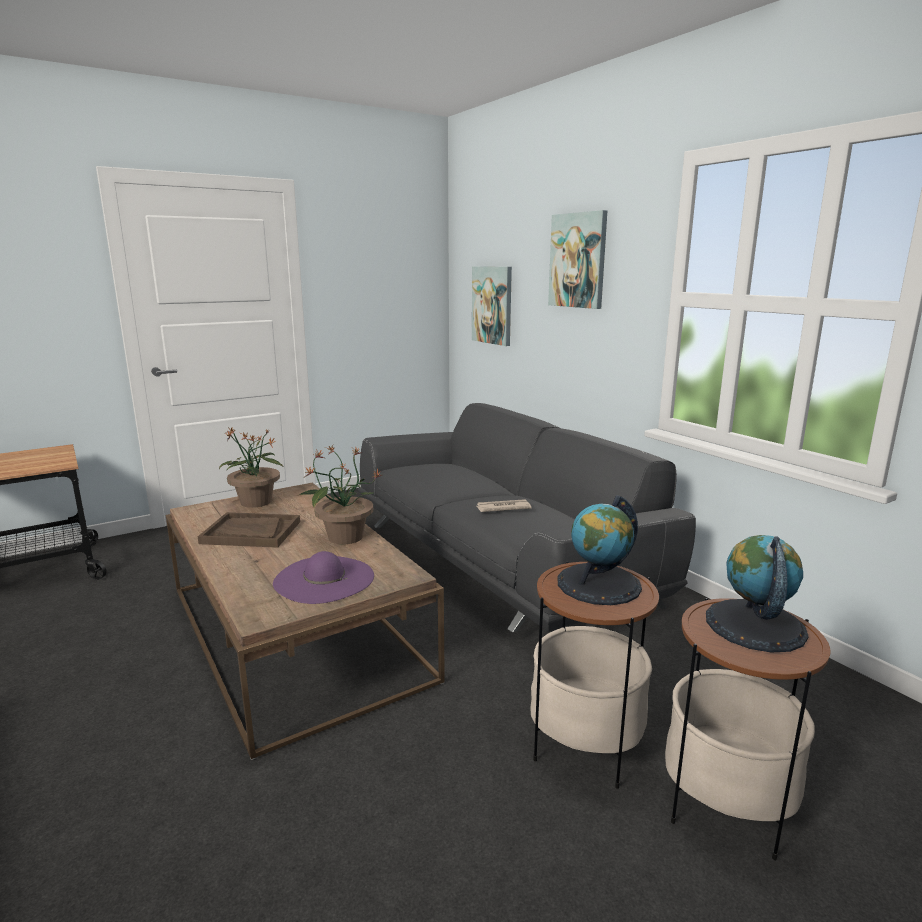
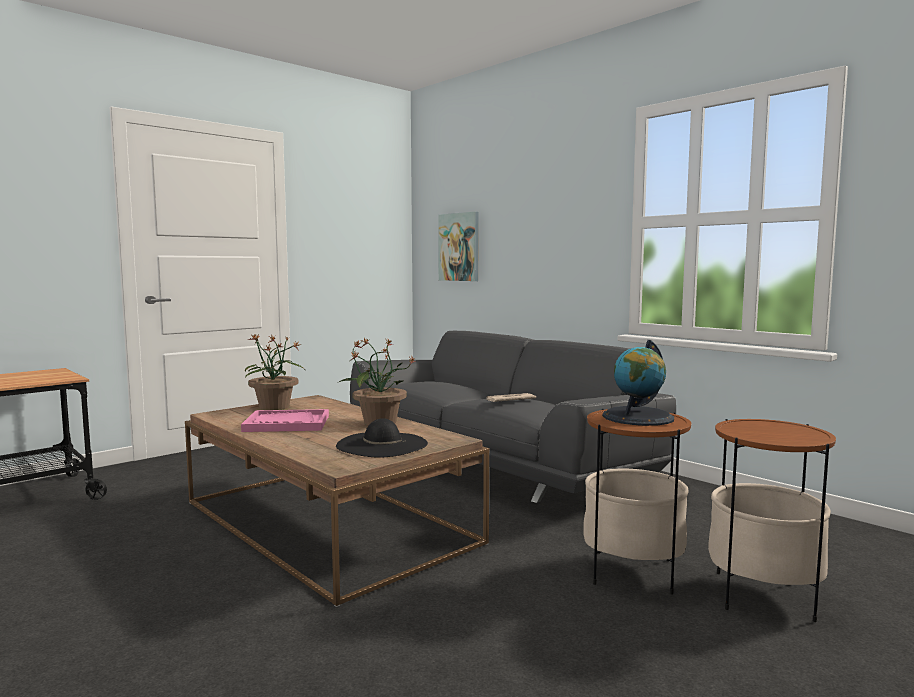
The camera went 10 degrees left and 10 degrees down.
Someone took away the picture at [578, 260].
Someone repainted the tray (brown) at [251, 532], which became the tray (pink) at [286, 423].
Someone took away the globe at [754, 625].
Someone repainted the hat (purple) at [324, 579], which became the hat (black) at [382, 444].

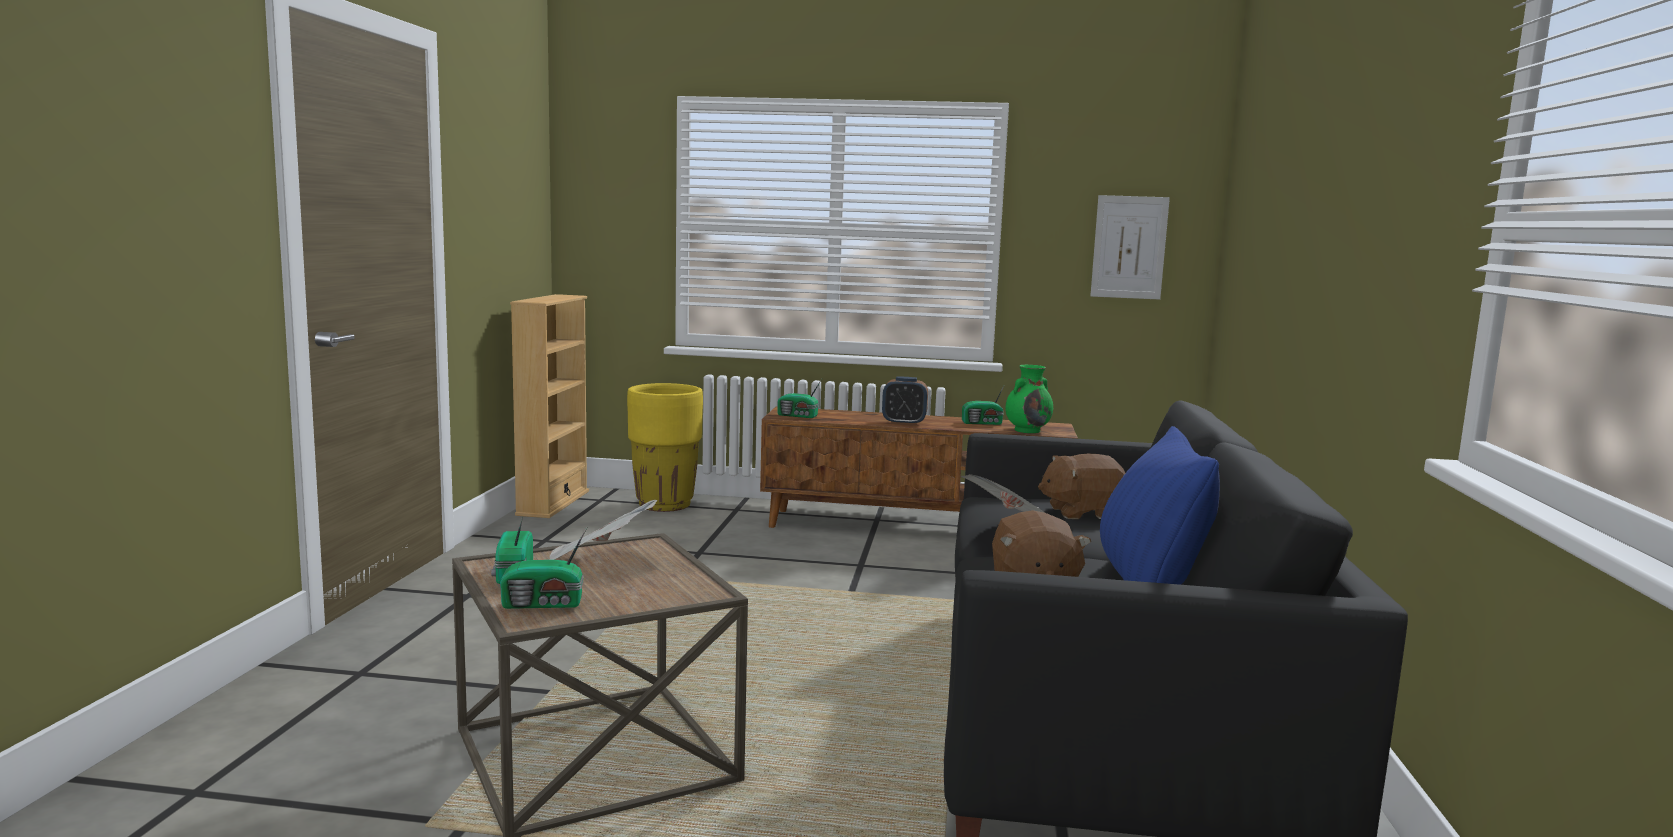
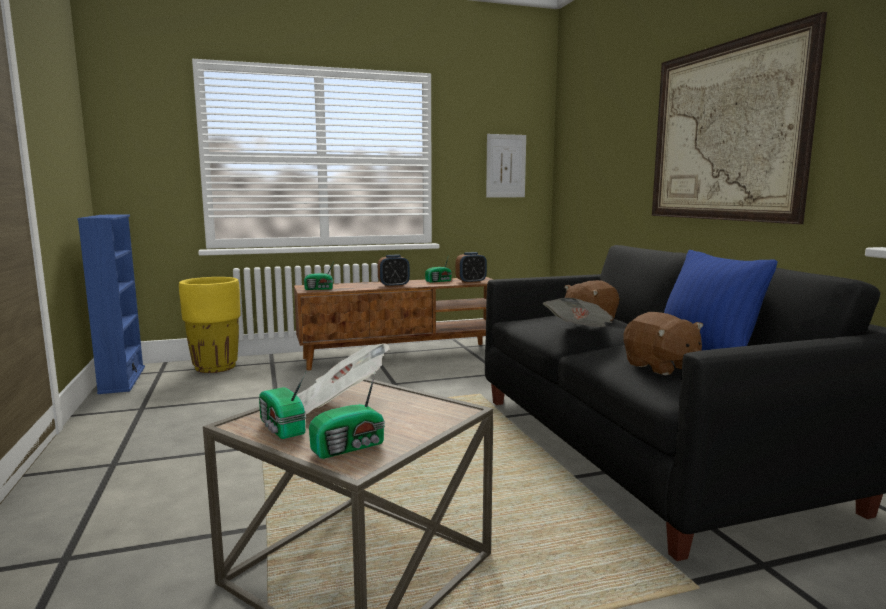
The camera went 25 degrees left and 0 degrees up.
Someone repainted the bookcase (beige) at [553, 503], which became the bookcase (blue) at [122, 380].
Someone swapped the vase (green) at [1028, 430] for the alarm clock at [471, 282].
Someone put up the picture at [725, 132].

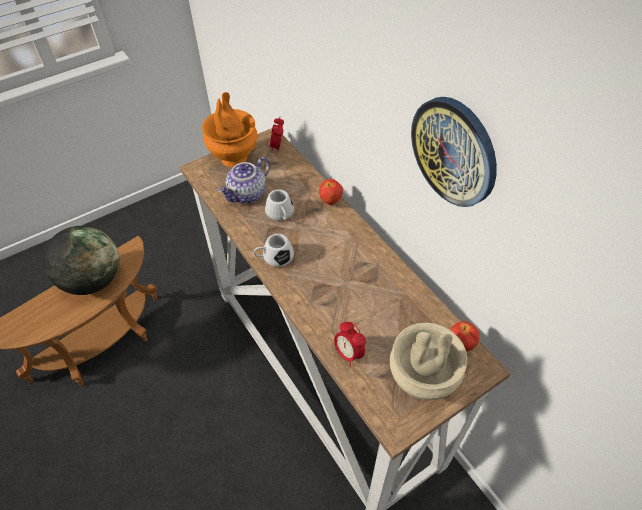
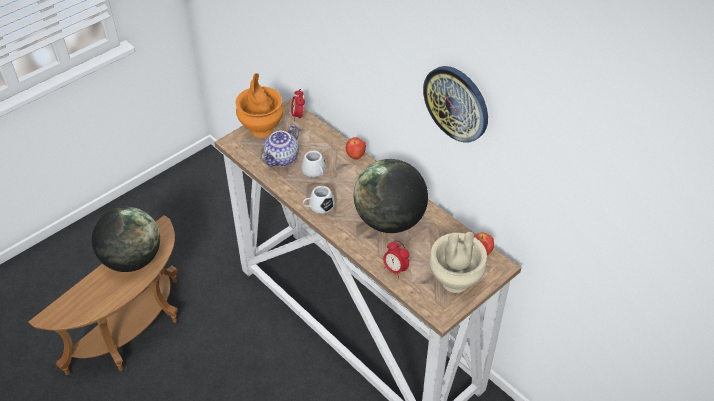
The camera went 10 degrees left and 5 degrees down.
Someone put down the globe at [389, 221].

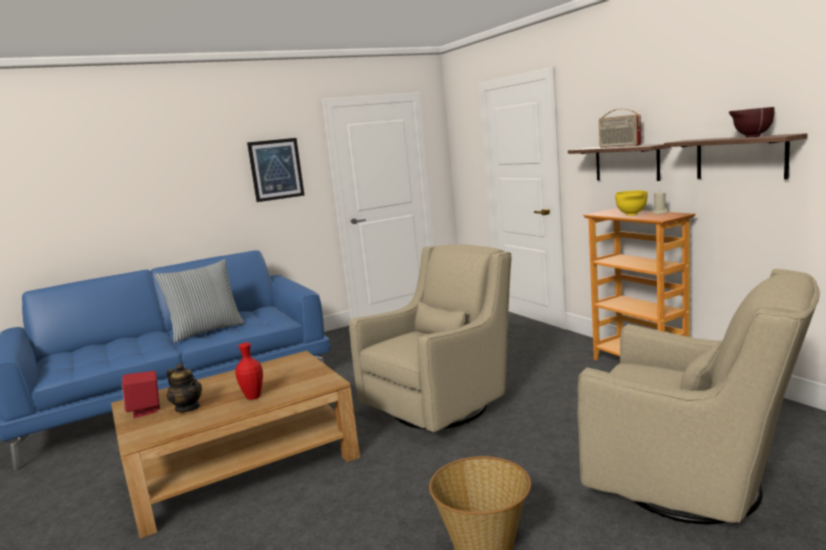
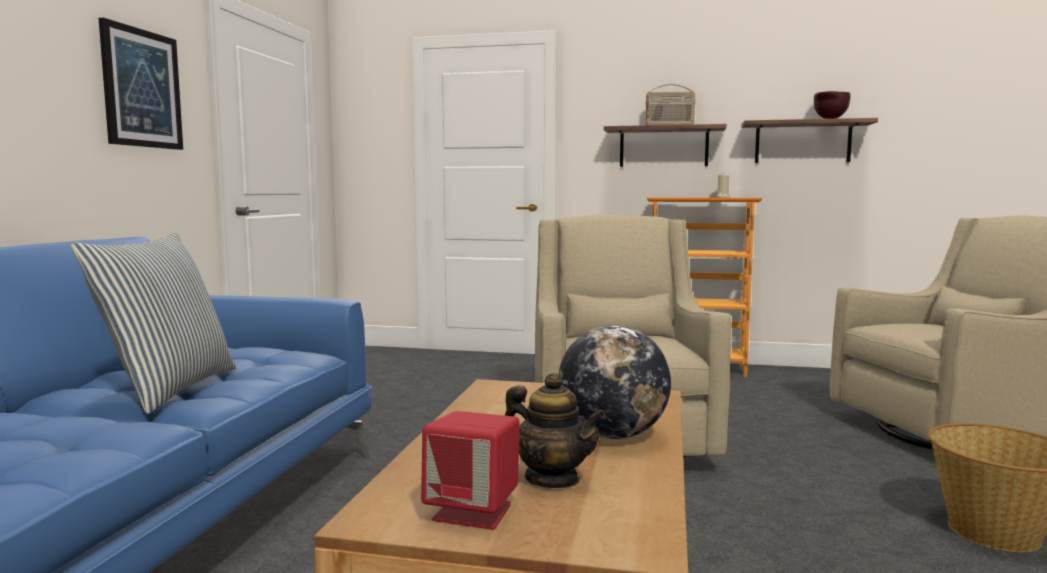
The camera went 50 degrees left and 5 degrees down.
Someone took away the bowl (yellow) at [631, 215].
Someone swapped the vase (red) at [253, 397] for the globe at [612, 435].
Someone rotated the teapot at [188, 408] by 45 degrees clockwise.

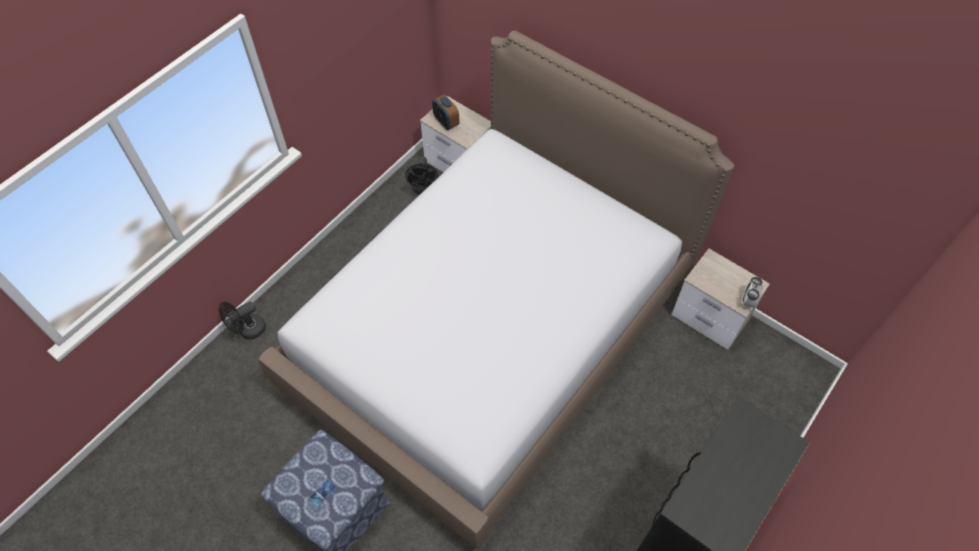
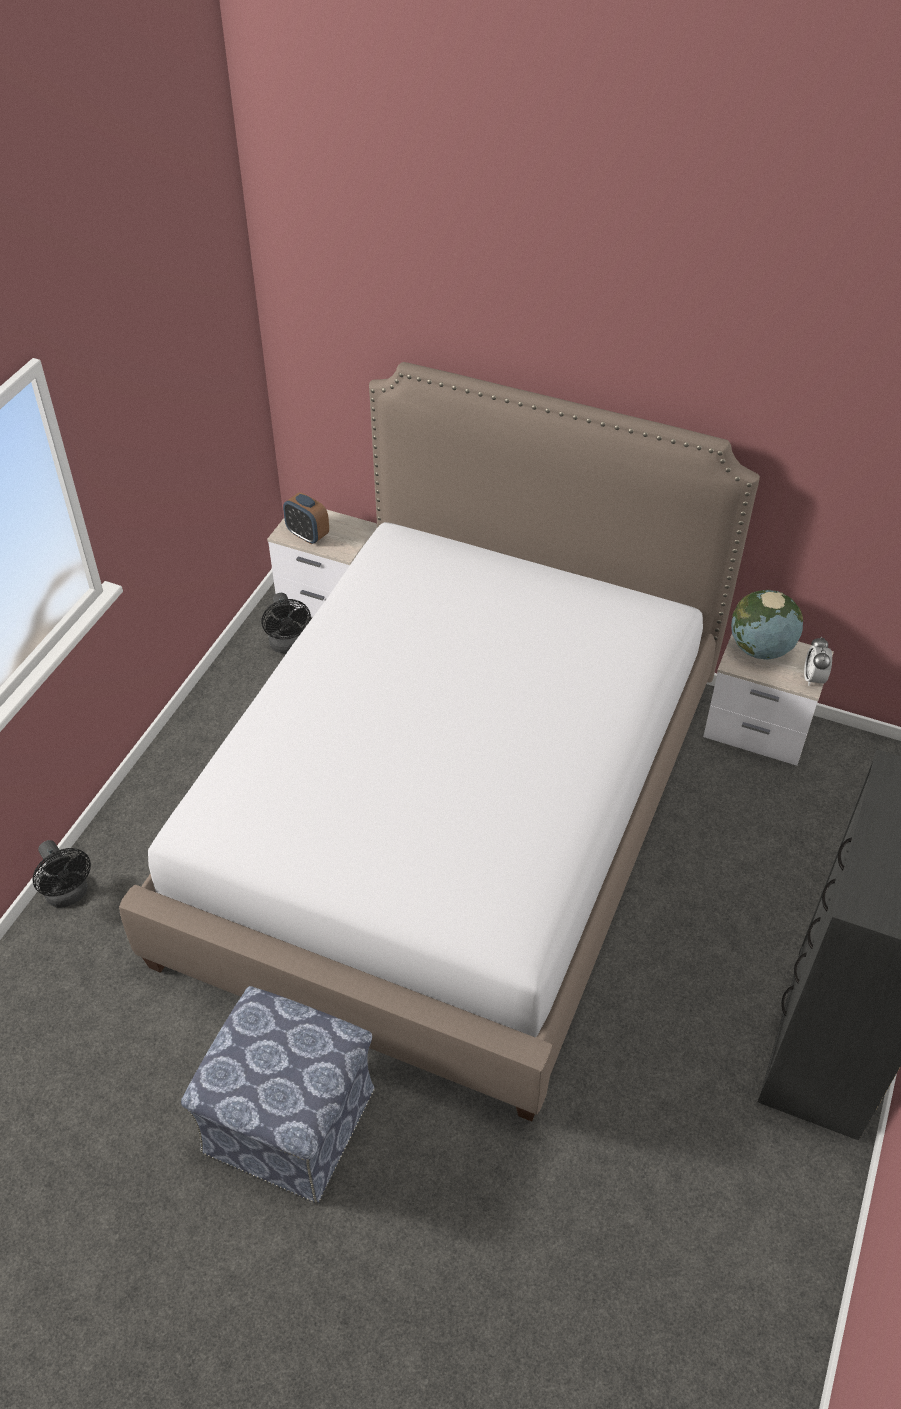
The camera went 15 degrees left and 10 degrees down.
Someone rotated the fan (black) at [248, 330] by 75 degrees counterclockwise.
Someone took away the phone at [322, 493].
Someone put down the globe at [760, 649].

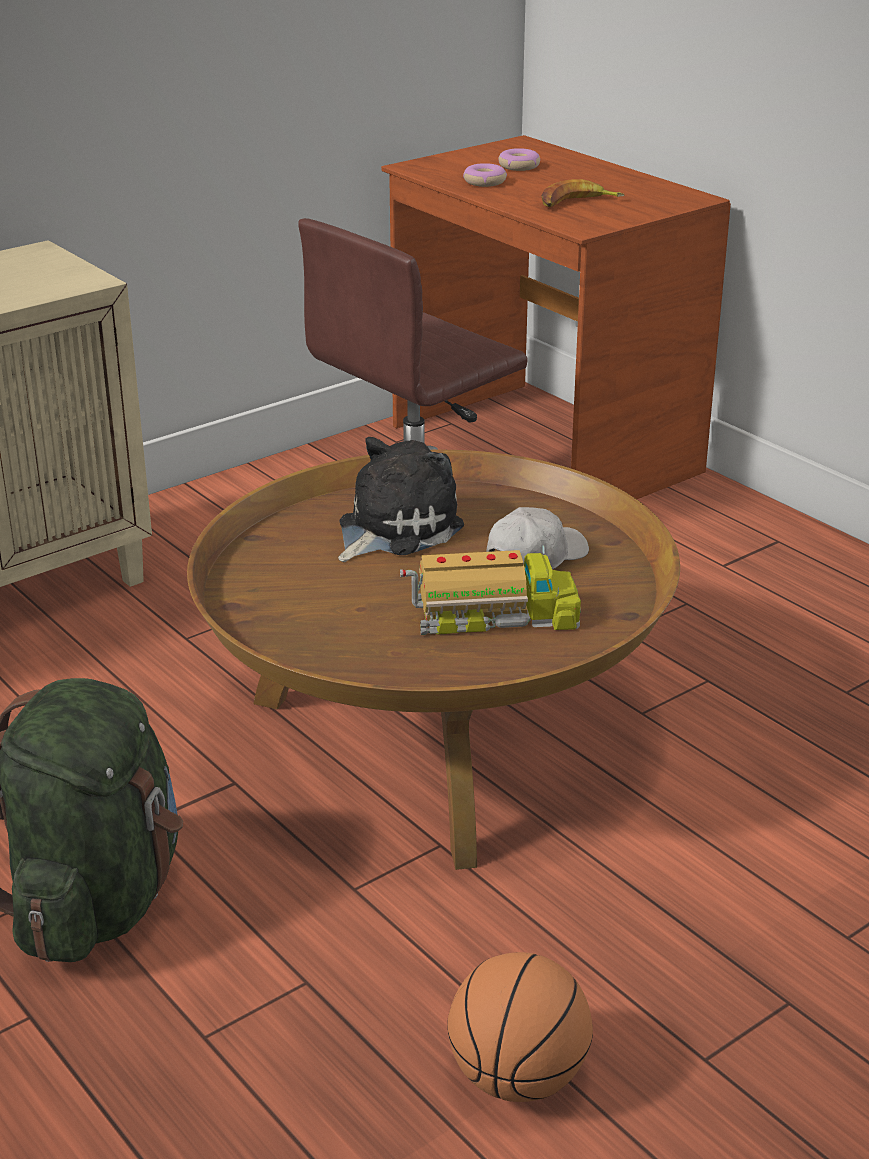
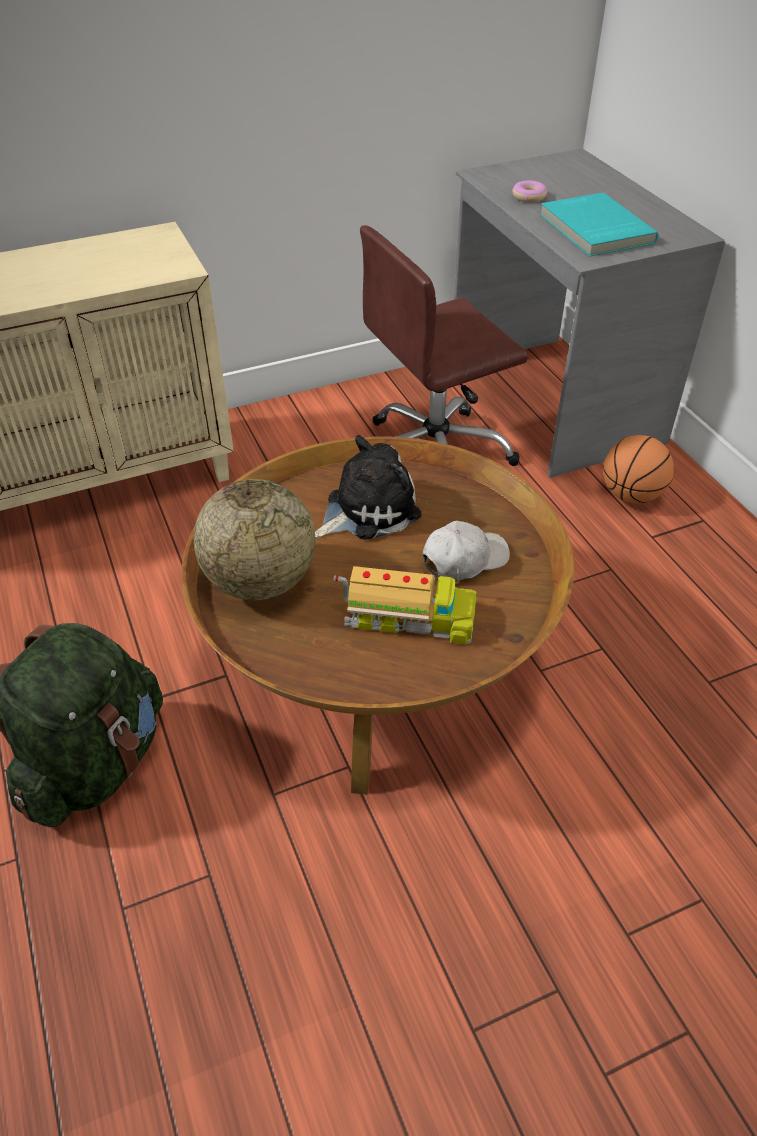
The camera went 15 degrees right and 15 degrees up.
Someone repainted the desk (brown) at [541, 449], which became the desk (grey) at [550, 402].
Someone took away the donut at [518, 166].
Someone swapped the banana at [577, 203] for the book (turquoise) at [594, 229].
Someone carried the basketball from [518, 1077] to [631, 495].
Someone put down the globe at [260, 581].

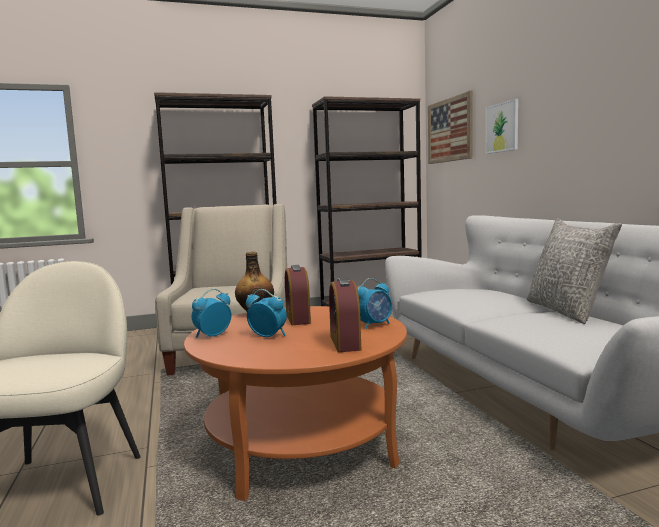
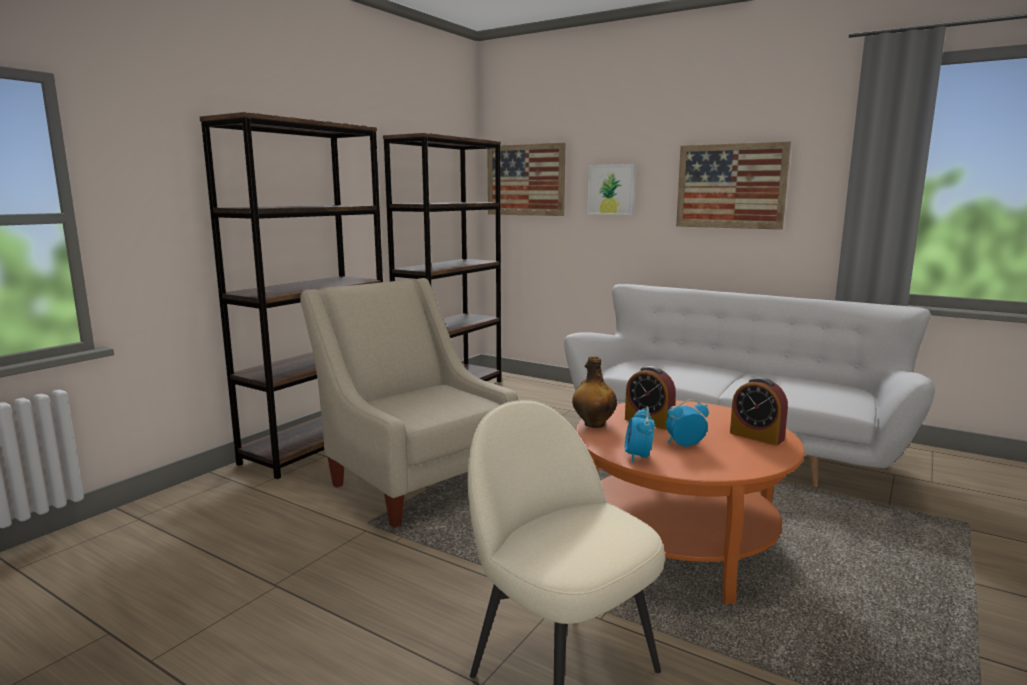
The camera went 40 degrees left and 5 degrees up.
Someone took away the pillow (grey) at [567, 311].
Someone took away the alarm clock at [374, 325].
Someone put up the picture at [730, 186].

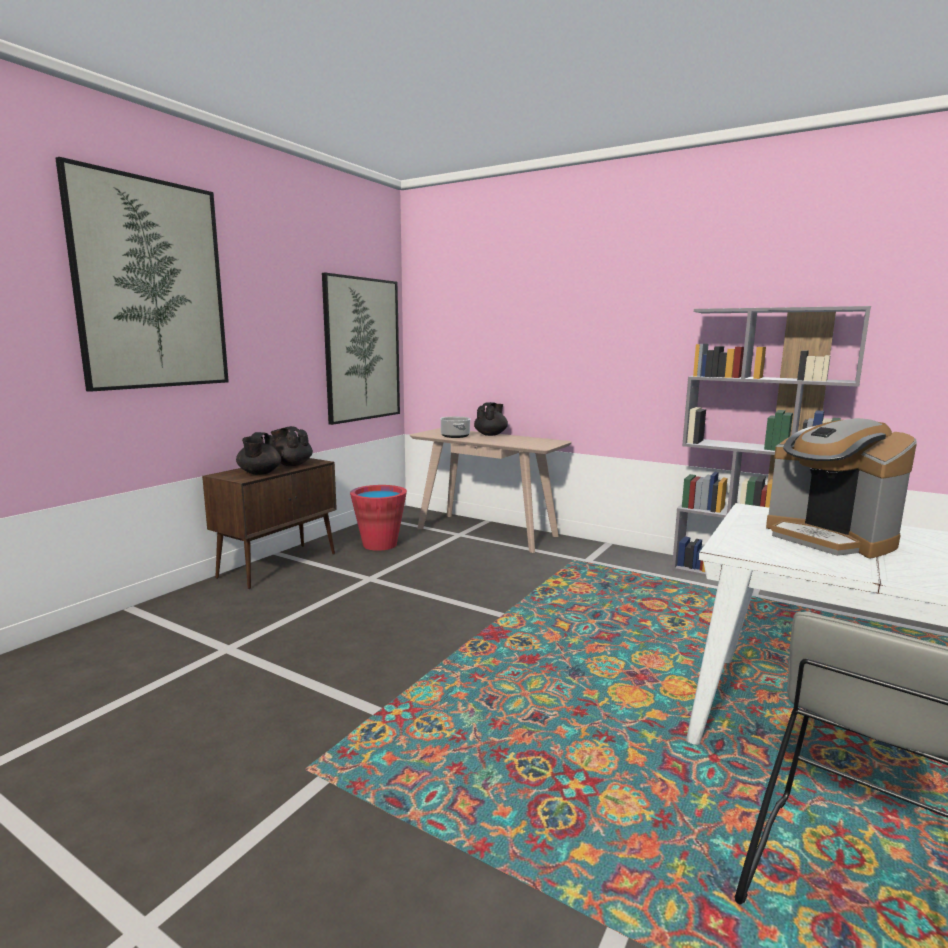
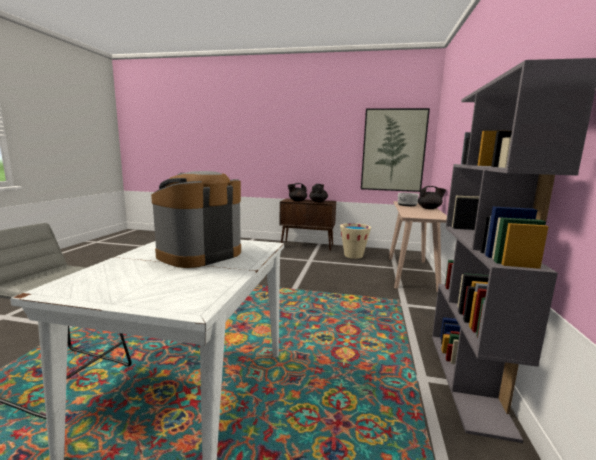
The camera went 70 degrees right and 0 degrees up.
Someone took away the picture at [151, 285].
Someone repainted the bucket (red) at [380, 544], which became the bucket (beige) at [353, 255].

